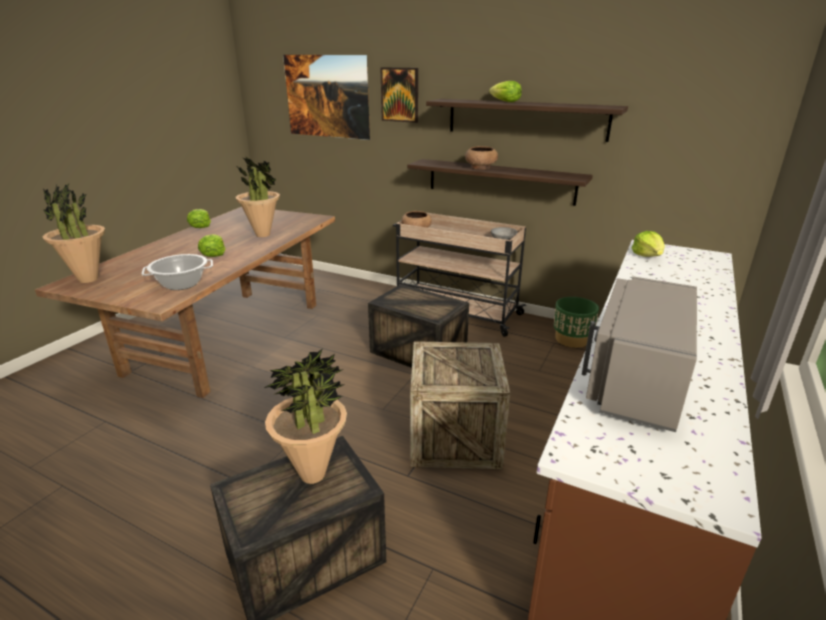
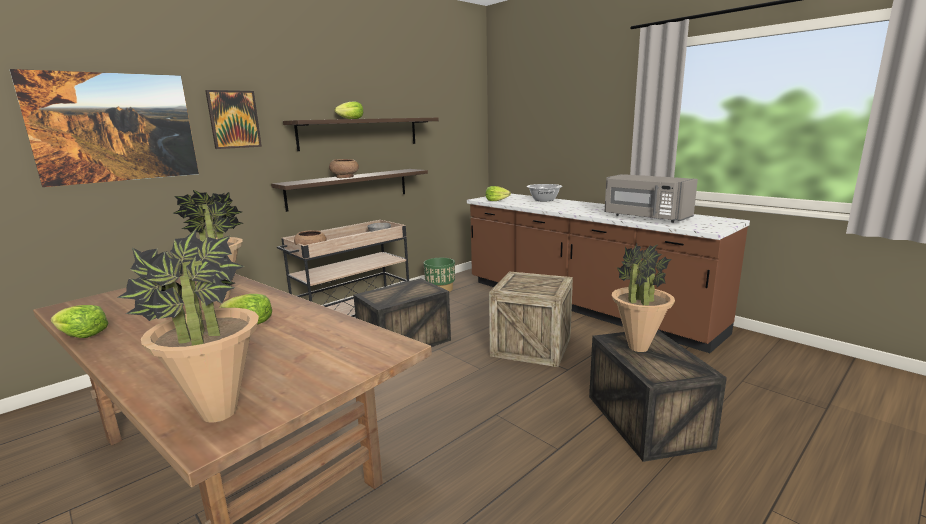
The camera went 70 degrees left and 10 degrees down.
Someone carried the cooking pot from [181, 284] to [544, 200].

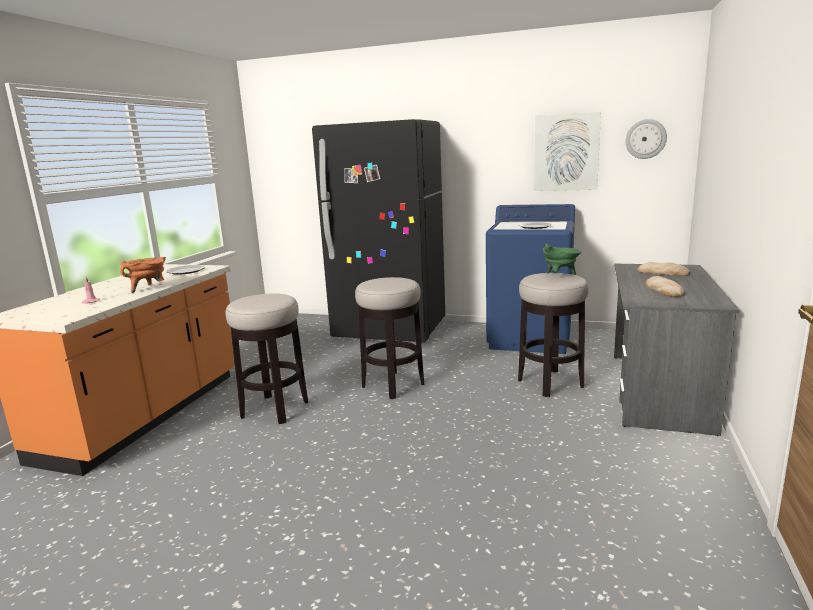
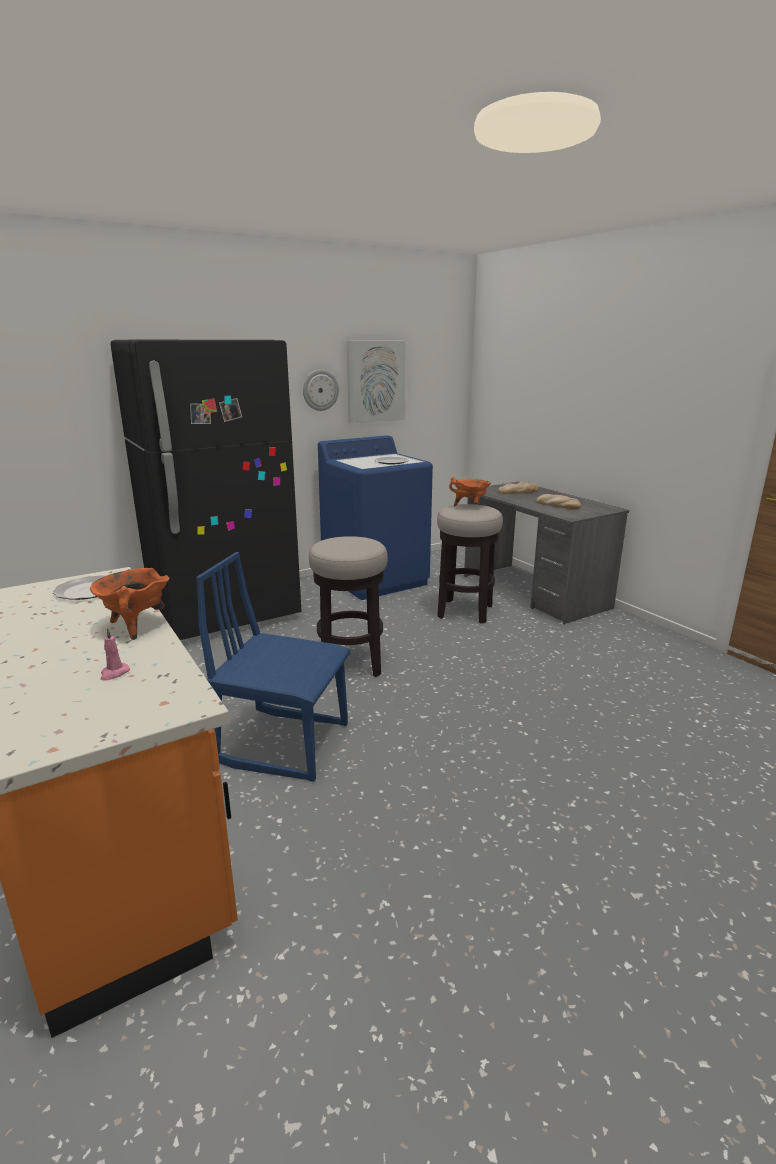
The camera went 50 degrees left and 5 degrees up.
Someone carried the wall clock from [645, 139] to [320, 390].
Someone repainted the cooking pot (green) at [559, 275], which became the cooking pot (orange) at [470, 506].
Someone swapped the stool at [275, 409] for the chair (blue) at [284, 742].

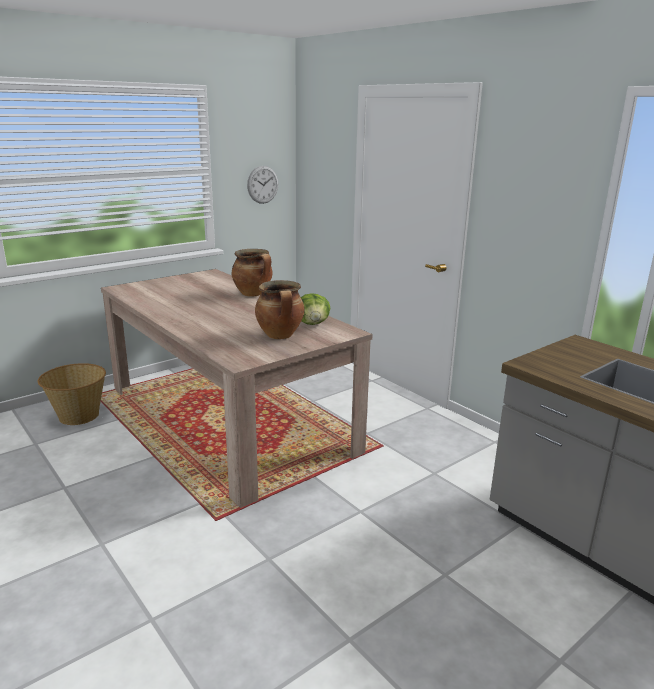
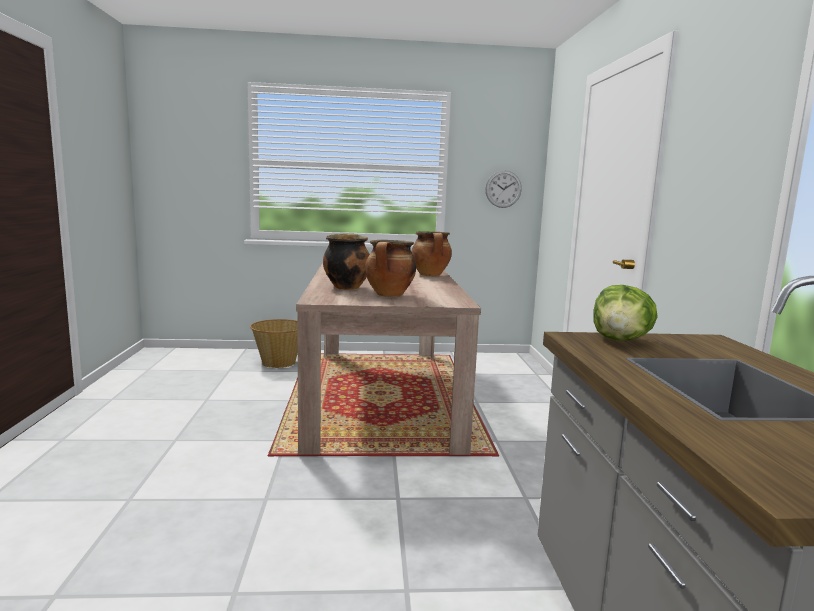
The camera went 35 degrees right and 10 degrees down.
Someone carried the lettuce from [313, 324] to [620, 340].
Someone put down the cooking pot at [346, 287].

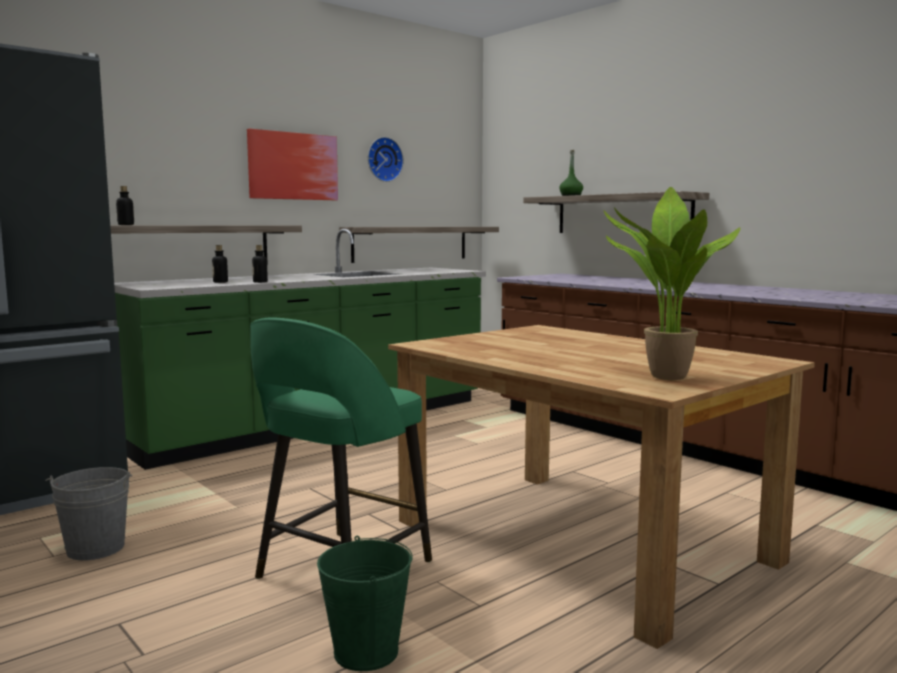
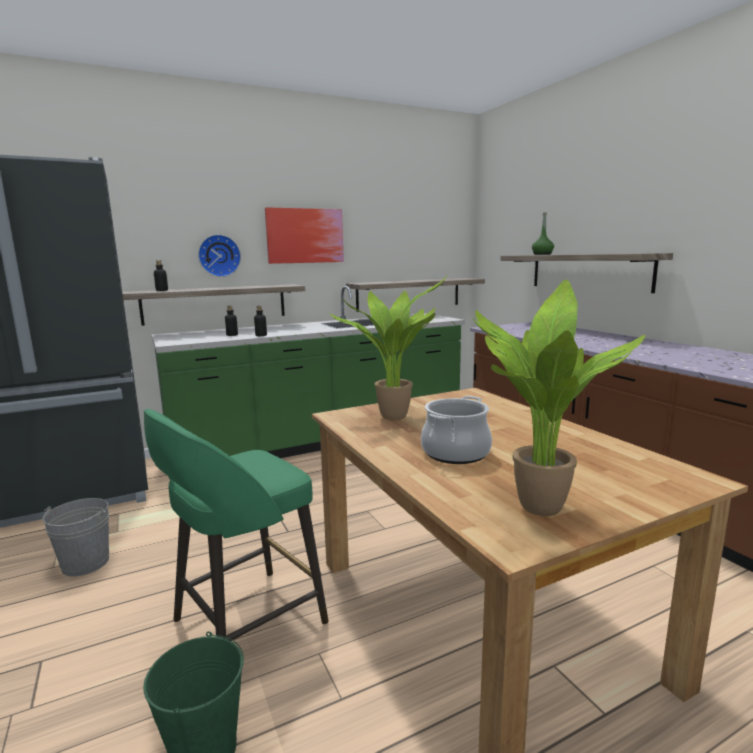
The camera went 15 degrees right and 5 degrees up.
Someone carried the wall clock from [383, 159] to [219, 255].
Someone put down the potted plant at [395, 415].
Someone put down the cooking pot at [455, 453].

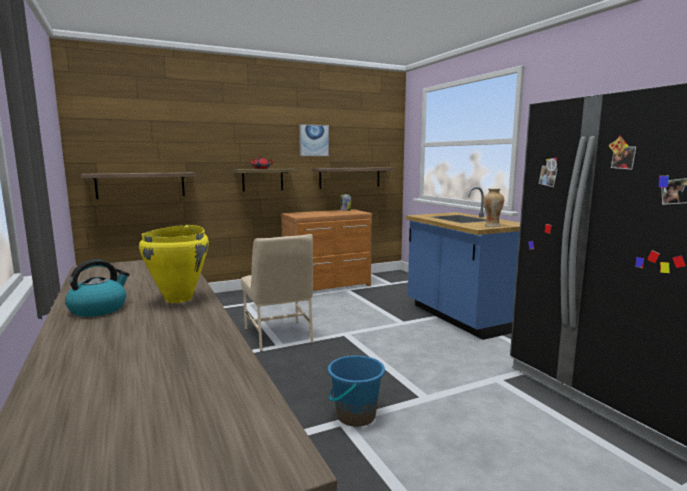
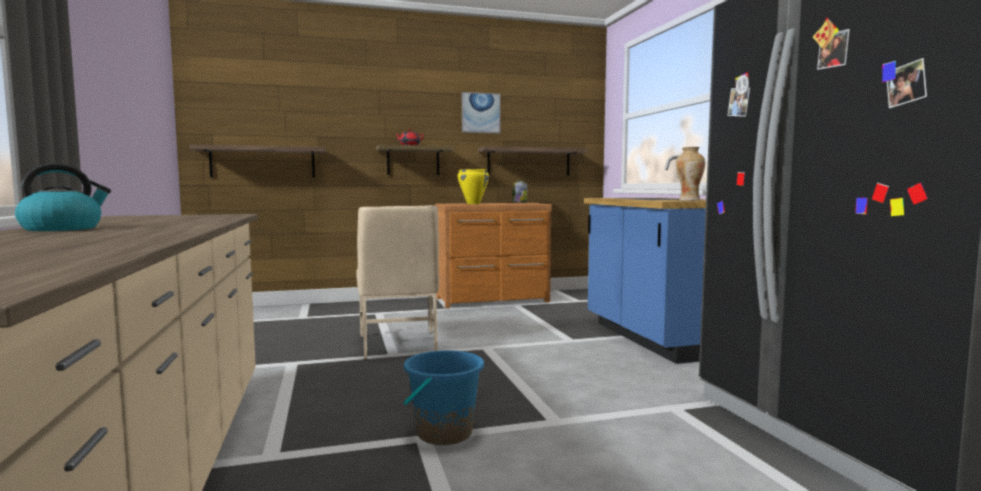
The camera went 10 degrees right and 5 degrees down.
Someone carried the cooking pot (yellow) from [179, 299] to [473, 204].

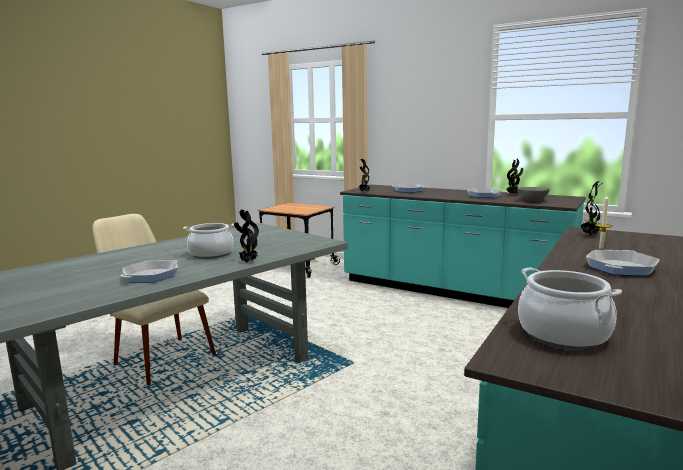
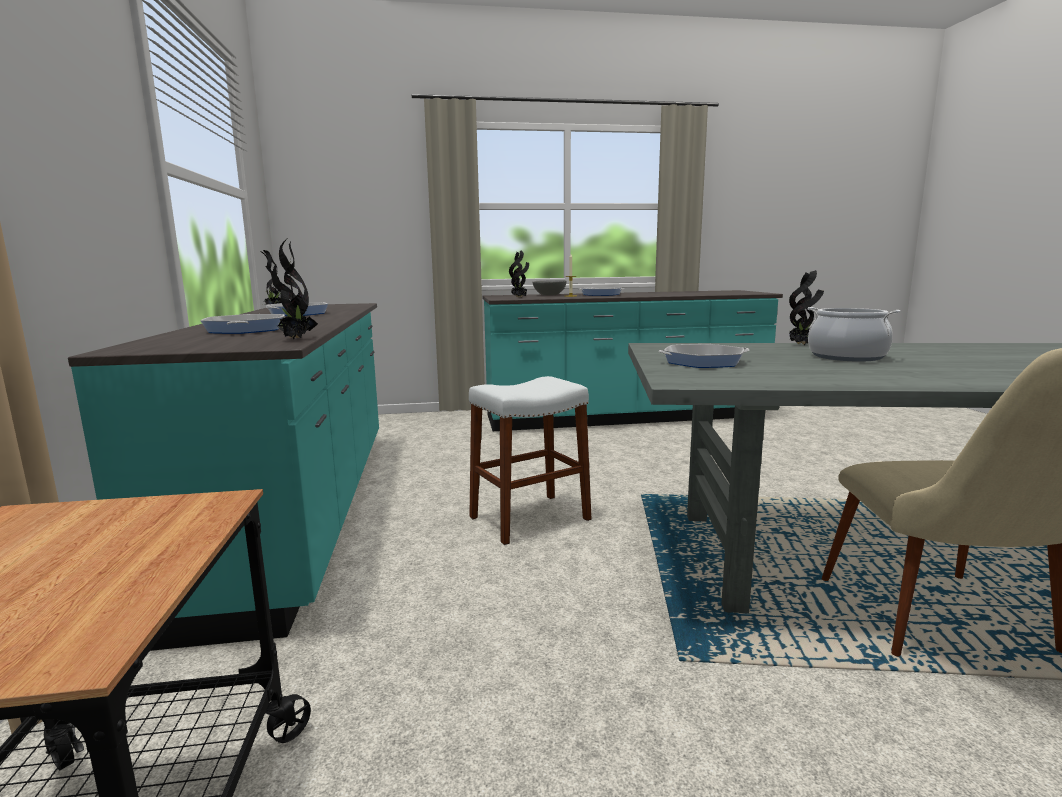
The camera went 130 degrees left and 0 degrees up.
Someone carried the bowl (grey) from [532, 201] to [549, 295].
Someone carried the frying pan from [151, 276] to [703, 362].
Someone took away the cooking pot at [563, 334].
Someone put down the stool (white) at [529, 518].

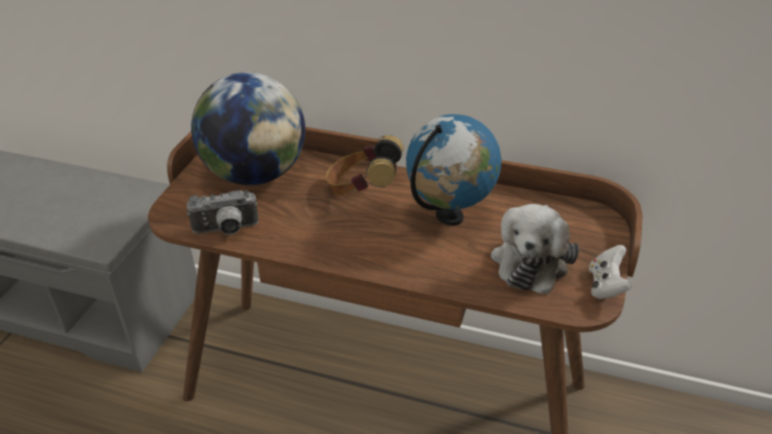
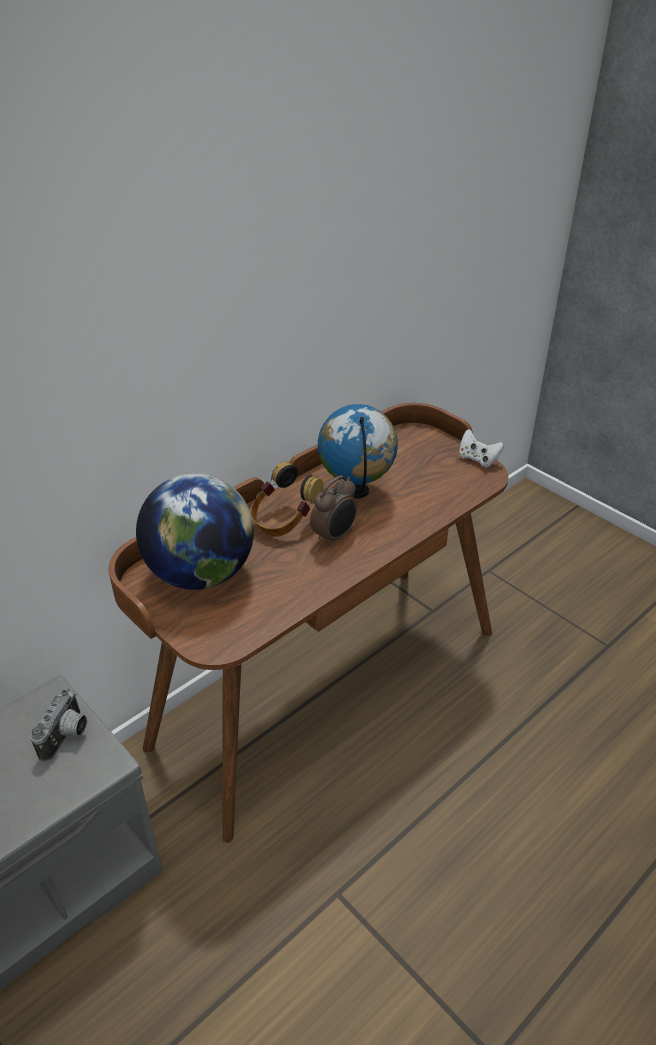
The camera went 60 degrees left and 0 degrees up.
Someone carried the photo camera from [226, 231] to [67, 736].
Someone took away the plush toy at [531, 260].
Someone put down the alarm clock at [335, 536].

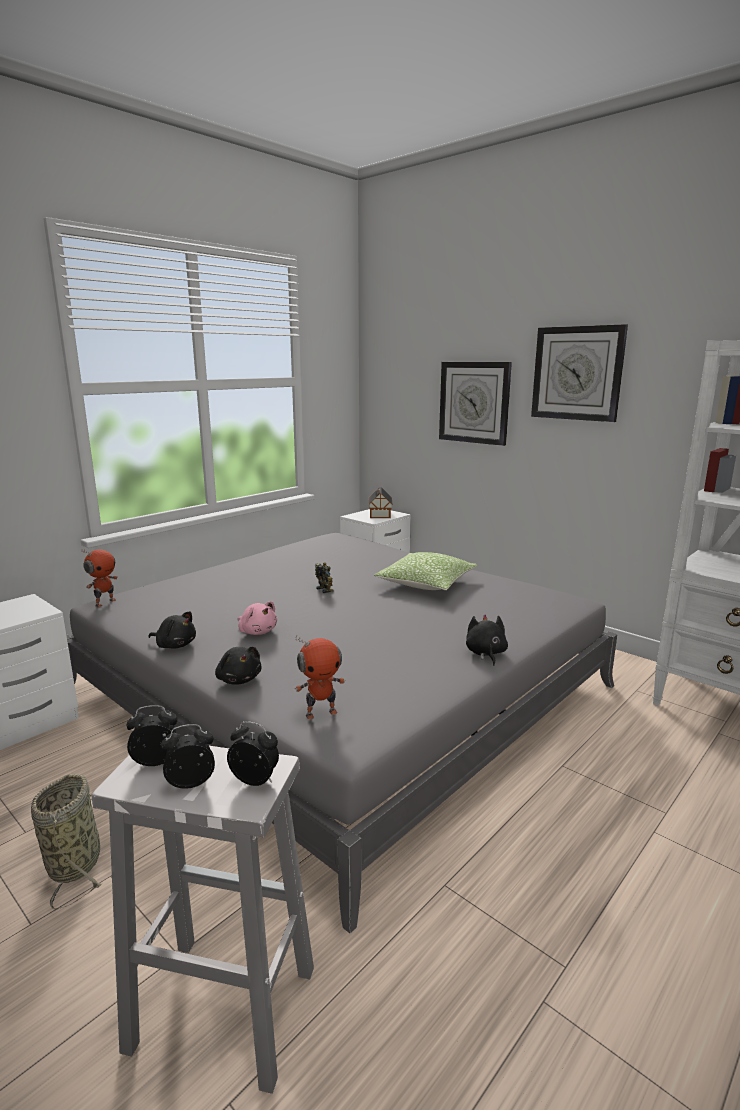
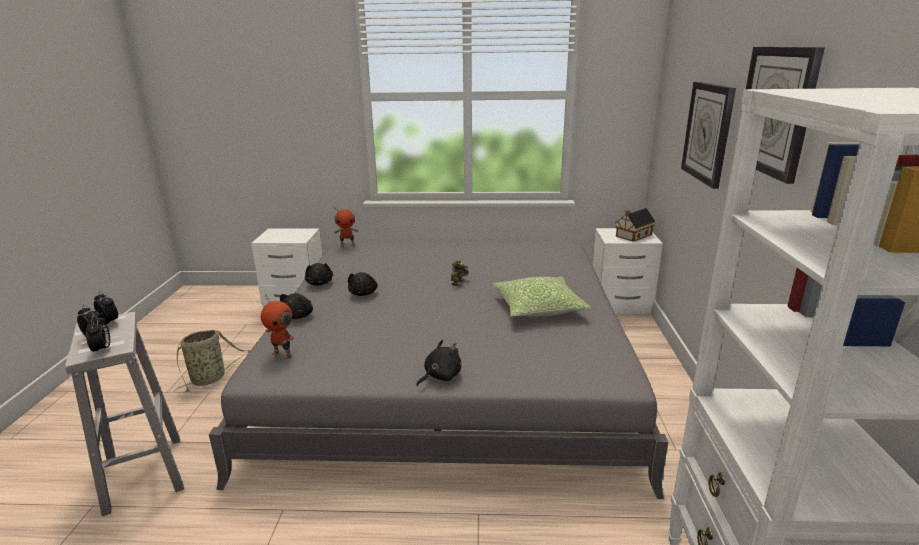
The camera went 50 degrees right and 5 degrees up.
Someone repainted the plush toy (pink) at [257, 631], which became the plush toy (black) at [363, 293].

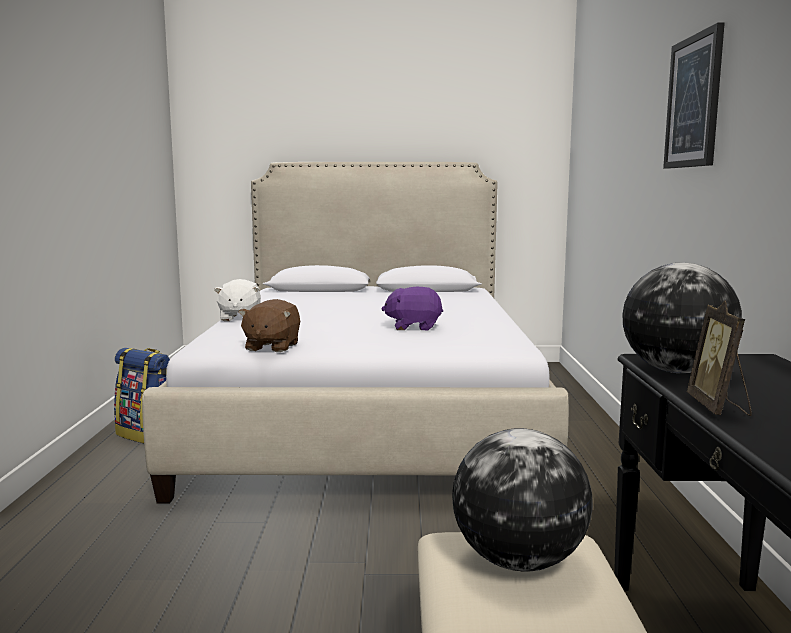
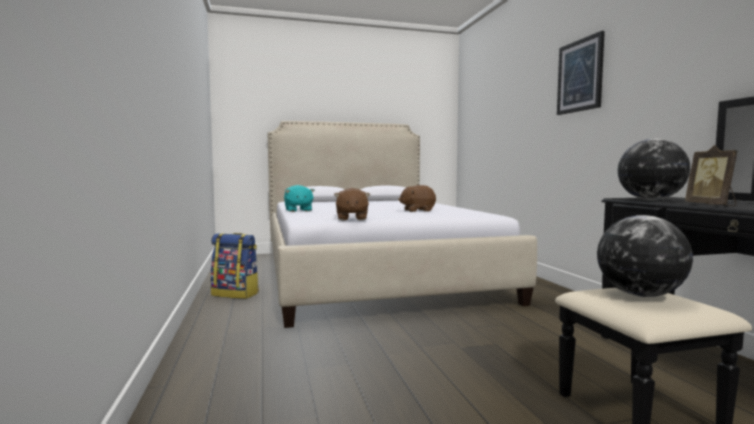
The camera went 15 degrees left and 5 degrees down.
Someone repainted the plush toy (white) at [239, 318], which became the plush toy (turquoise) at [298, 210].
Someone repainted the plush toy (purple) at [413, 327], which became the plush toy (brown) at [417, 210].

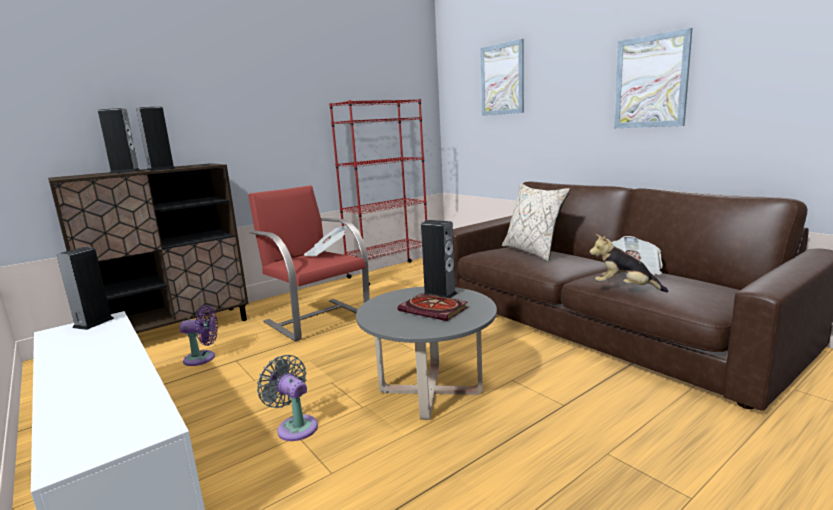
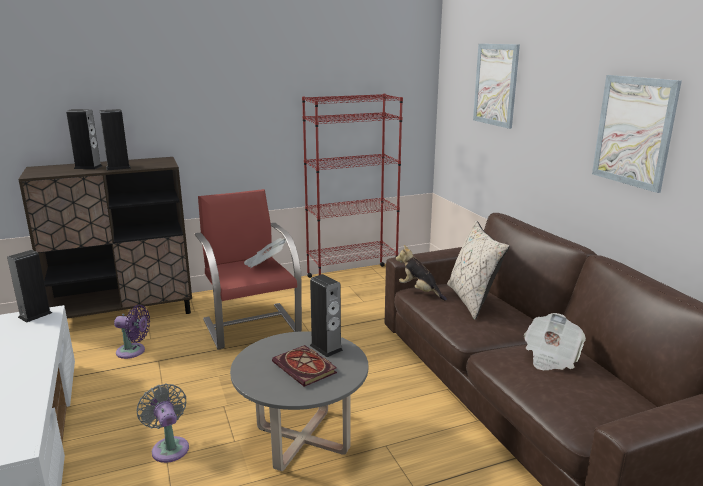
The camera went 15 degrees right and 5 degrees up.
Someone carried the plush toy from [624, 288] to [419, 291].

